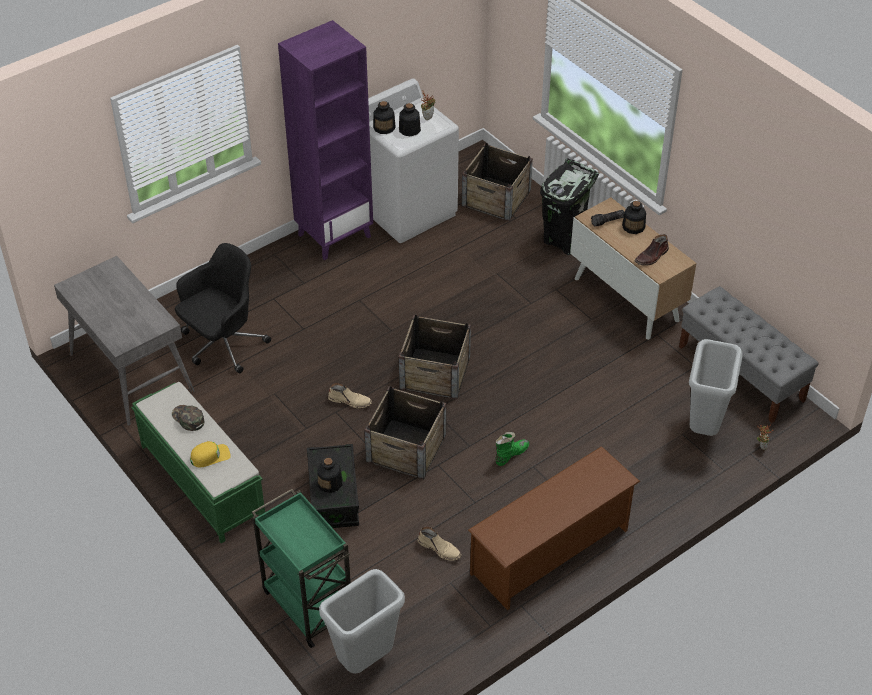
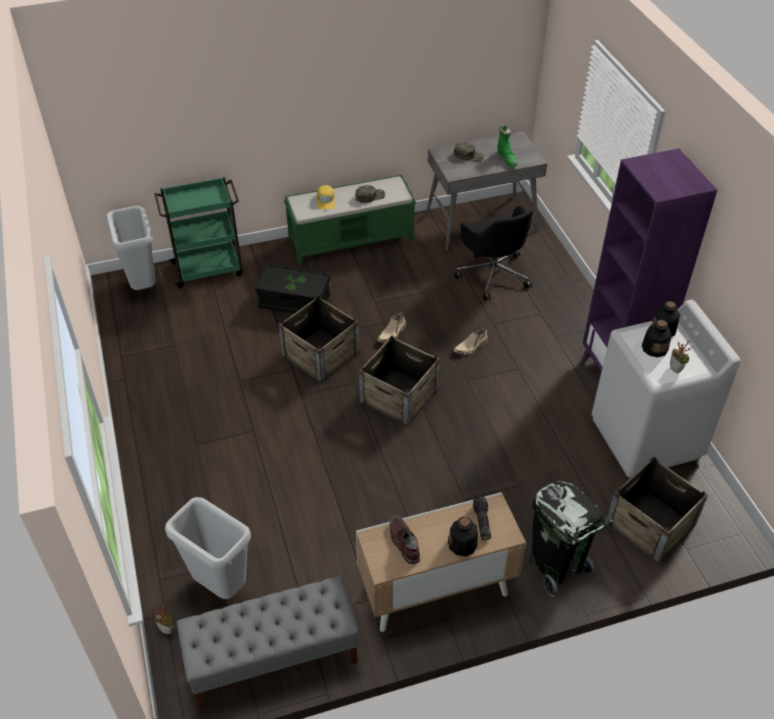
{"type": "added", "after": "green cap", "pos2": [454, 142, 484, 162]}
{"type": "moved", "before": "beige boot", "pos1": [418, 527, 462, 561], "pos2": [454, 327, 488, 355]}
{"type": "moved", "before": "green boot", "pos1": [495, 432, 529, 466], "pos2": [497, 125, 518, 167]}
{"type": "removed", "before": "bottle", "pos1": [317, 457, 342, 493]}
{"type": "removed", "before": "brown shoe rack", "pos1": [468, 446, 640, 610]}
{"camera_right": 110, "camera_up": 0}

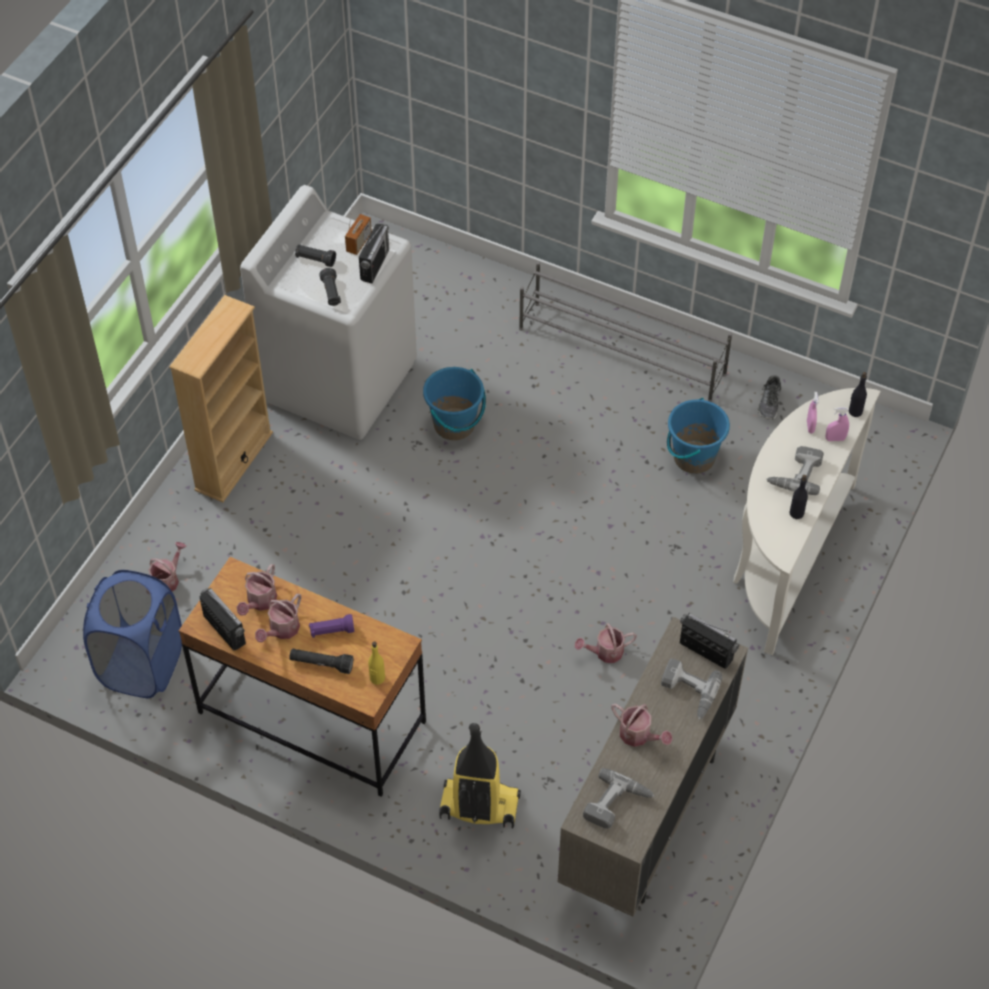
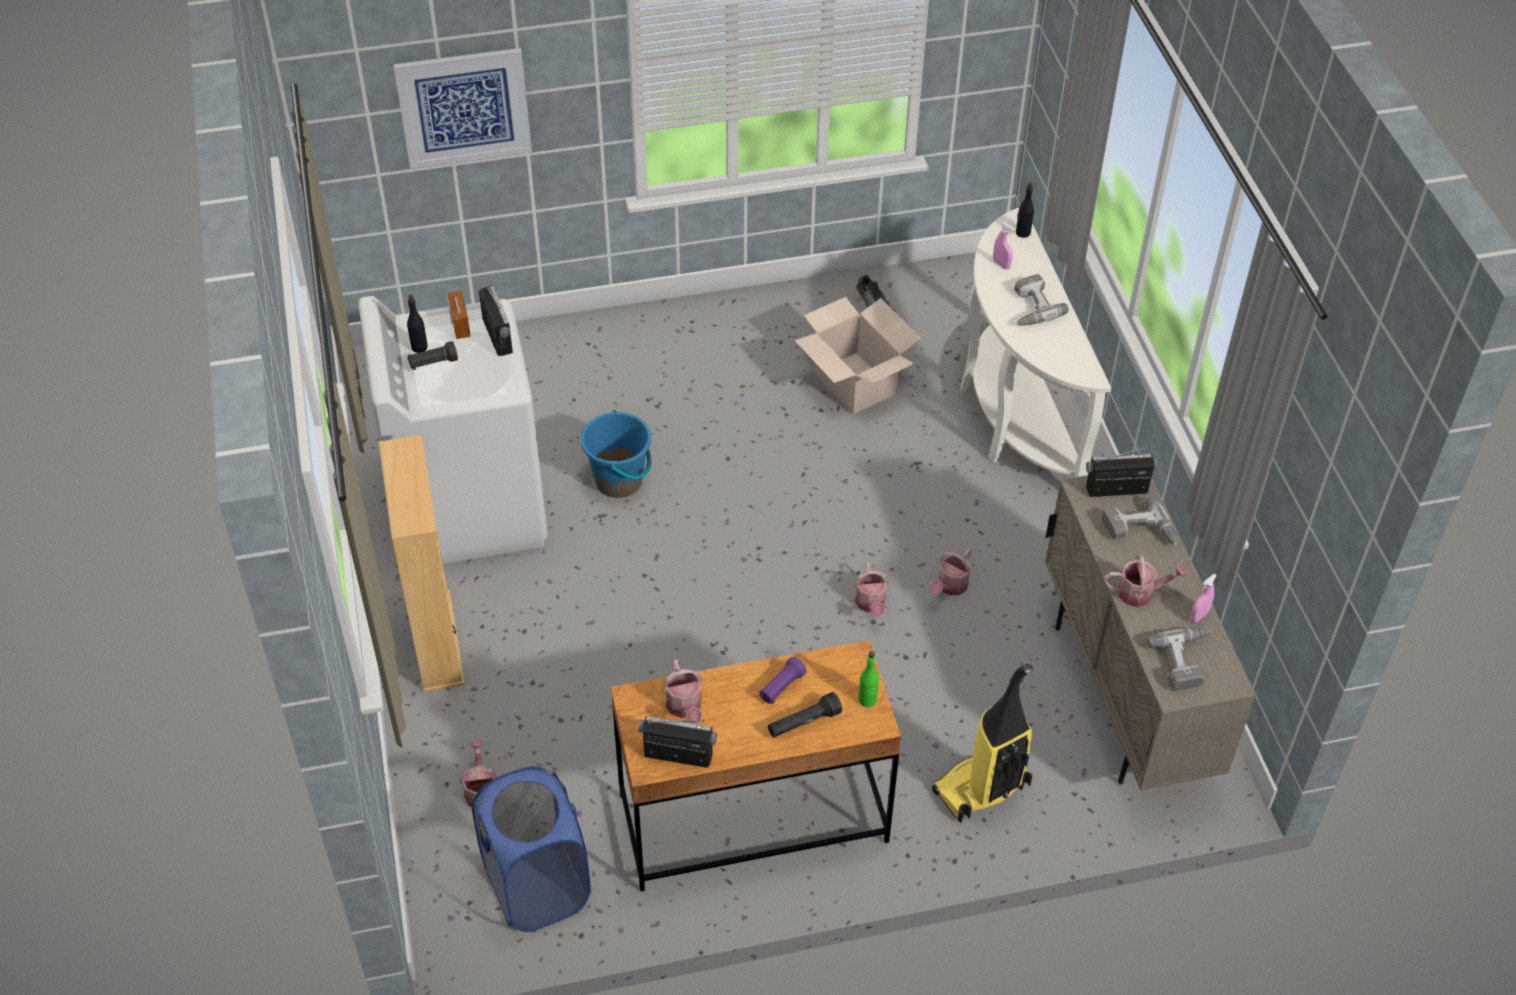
{"type": "added", "after": "picture", "pos2": [393, 48, 532, 169]}
{"type": "moved", "before": "black bottle", "pos1": [790, 475, 808, 519], "pos2": [407, 294, 428, 353]}
{"type": "replaced", "before": "blue bucket", "after": "cardboard box", "pos1": [667, 398, 730, 474], "pos2": [795, 297, 921, 414]}
{"type": "moved", "before": "watering can", "pos1": [255, 594, 301, 642], "pos2": [854, 563, 889, 617]}
{"type": "recoloured", "before": "yellow bottle", "after": "green bottle", "pos1": [368, 642, 385, 685], "pos2": [858, 651, 879, 707]}
{"type": "moved", "before": "pink spray bottle", "pos1": [826, 407, 849, 441], "pos2": [1190, 574, 1217, 623]}
{"type": "removed", "before": "black flashlight", "pos1": [319, 268, 341, 306]}
{"type": "removed", "before": "grey shoe rack", "pos1": [519, 261, 732, 402]}
{"camera_right": -40, "camera_up": -5}

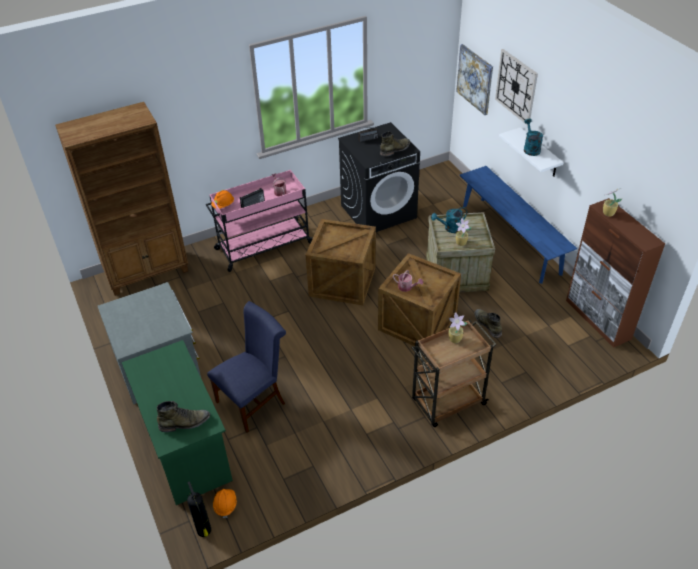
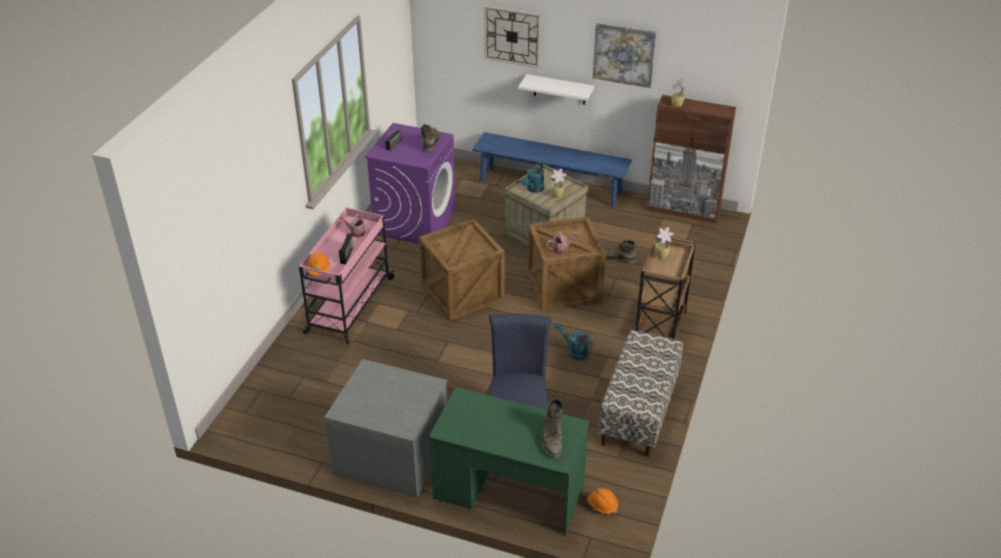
{"type": "recoloured", "before": "black washing machine", "after": "purple washing machine", "pos1": [338, 122, 420, 232], "pos2": [365, 123, 456, 244]}
{"type": "turned", "before": "green boot", "pos1": [157, 401, 210, 432], "pos2": [542, 398, 563, 457], "turn": 150}
{"type": "moved", "before": "turquoise watering can", "pos1": [524, 119, 543, 156], "pos2": [555, 322, 593, 360]}
{"type": "moved", "before": "picture", "pos1": [456, 44, 493, 115], "pos2": [593, 23, 656, 88]}
{"type": "added", "after": "bench", "pos2": [598, 330, 683, 457]}
{"type": "removed", "before": "brown bookcase", "pos1": [55, 102, 189, 296]}
{"type": "removed", "before": "fire extinguisher", "pos1": [187, 481, 211, 537]}
{"camera_right": -45, "camera_up": -5}

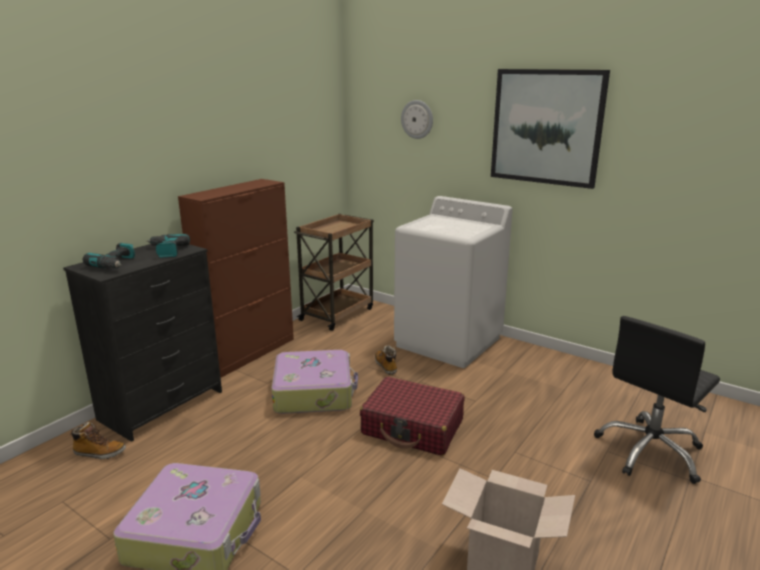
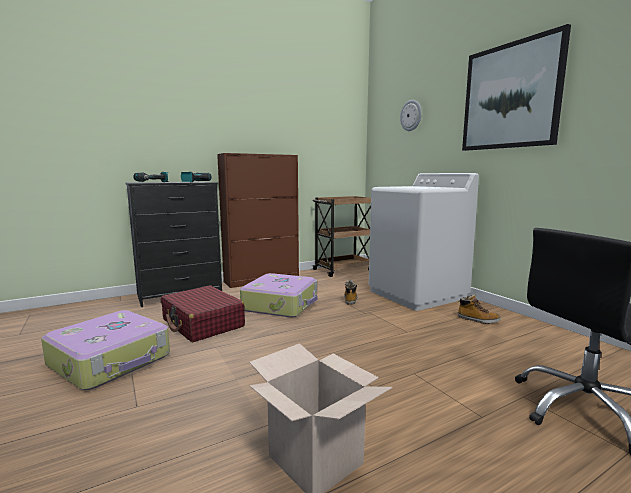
{"type": "moved", "before": "red suitcase", "pos1": [360, 377, 464, 456], "pos2": [161, 285, 245, 342]}
{"type": "moved", "before": "boot", "pos1": [70, 422, 126, 459], "pos2": [458, 294, 501, 324]}
{"camera_right": 25, "camera_up": -10}

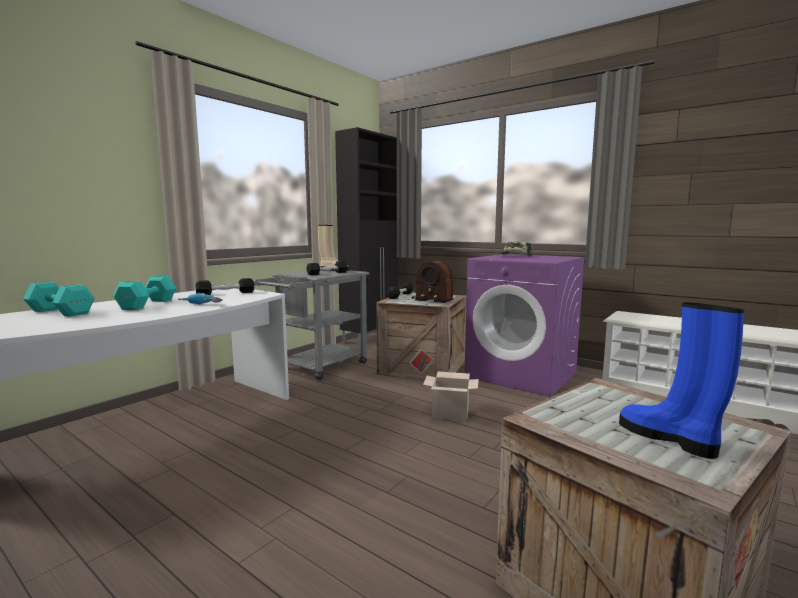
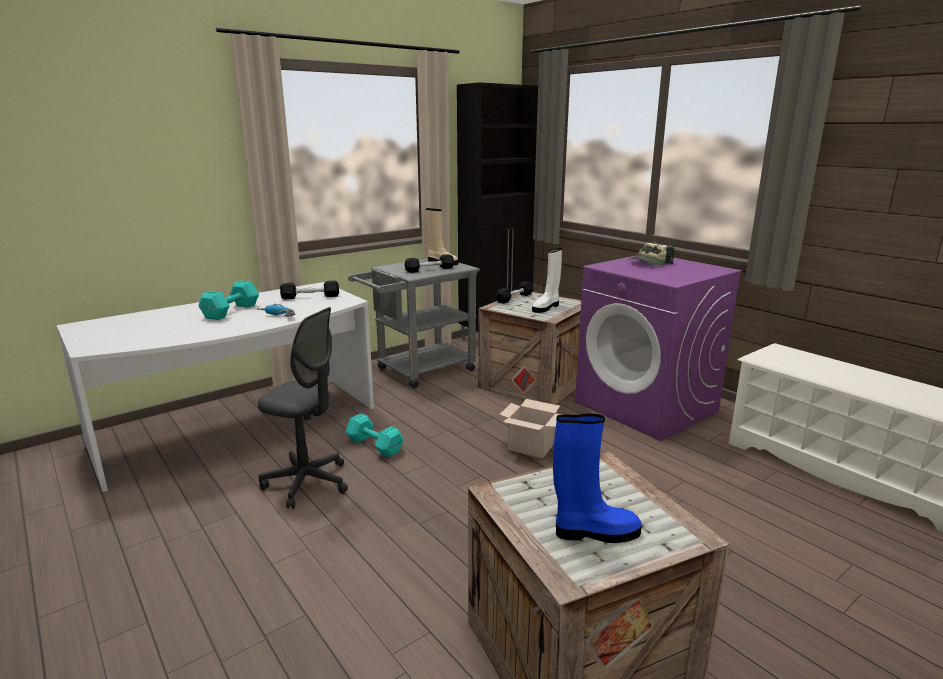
{"type": "added", "after": "grey office chair", "pos2": [258, 307, 348, 509]}
{"type": "moved", "before": "turquoise dumbbell", "pos1": [23, 282, 95, 317], "pos2": [346, 413, 404, 458]}
{"type": "replaced", "before": "radio", "after": "white boot", "pos1": [412, 261, 453, 303], "pos2": [532, 248, 562, 313]}
{"type": "turned", "before": "blue boot", "pos1": [619, 302, 745, 459], "pos2": [553, 413, 642, 543], "turn": 105}
{"camera_right": 15, "camera_up": 10}

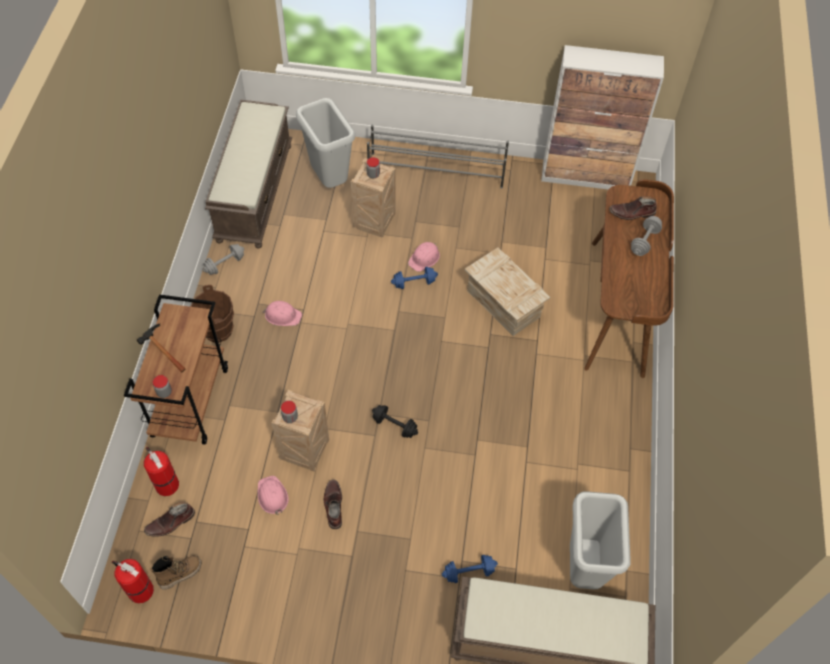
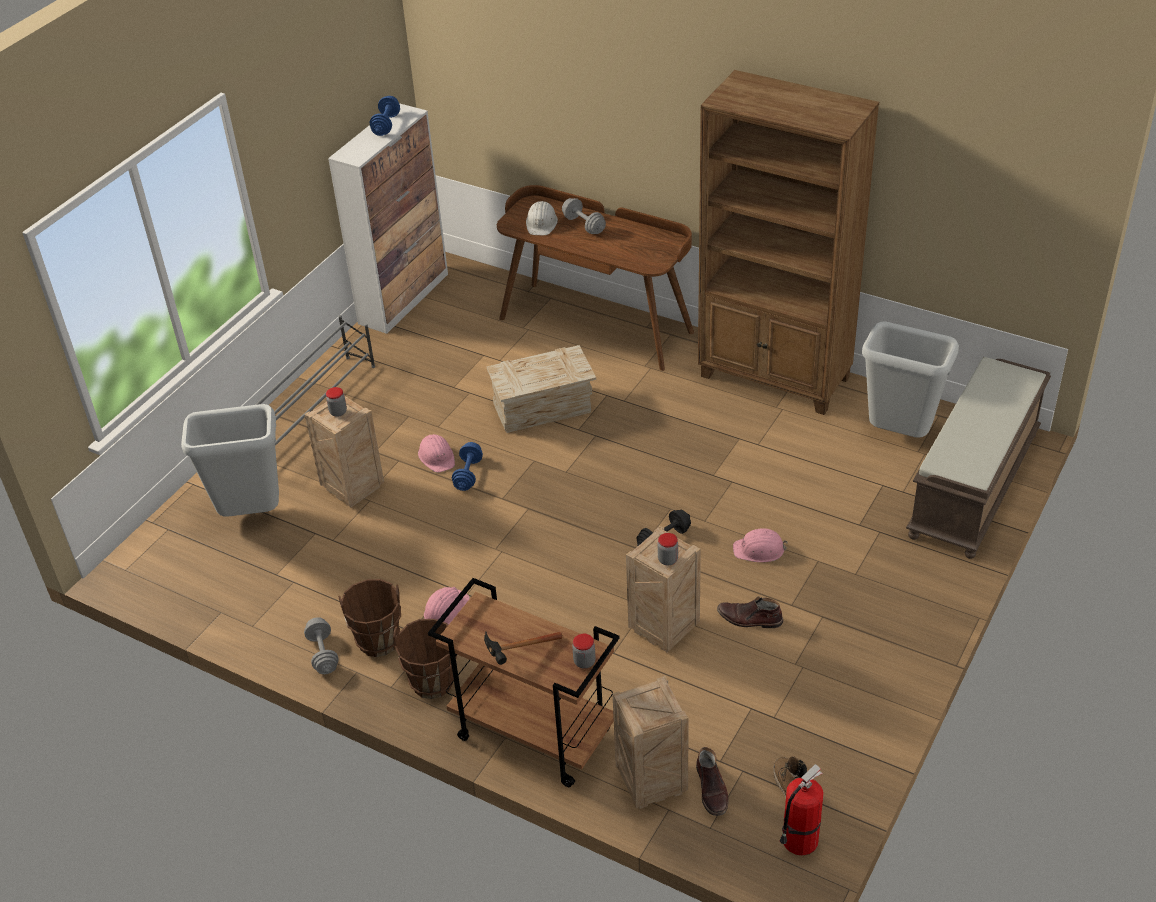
{"type": "added", "after": "brown bucket", "pos2": [338, 579, 401, 657]}
{"type": "moved", "before": "blue dumbbell", "pos1": [442, 555, 498, 583], "pos2": [370, 96, 400, 136]}
{"type": "replaced", "before": "brown boot", "after": "white hard hat", "pos1": [609, 196, 657, 220], "pos2": [526, 201, 558, 235]}
{"type": "replaced", "before": "fire extinguisher", "after": "crate", "pos1": [144, 447, 179, 496], "pos2": [612, 675, 689, 809]}
{"type": "added", "after": "brown bookcase", "pos2": [698, 70, 879, 415]}
{"type": "moved", "before": "pink hard hat", "pos1": [258, 476, 288, 515], "pos2": [733, 528, 788, 562]}
{"type": "removed", "before": "brown bench", "pos1": [205, 99, 292, 249]}
{"camera_right": -65, "camera_up": -15}

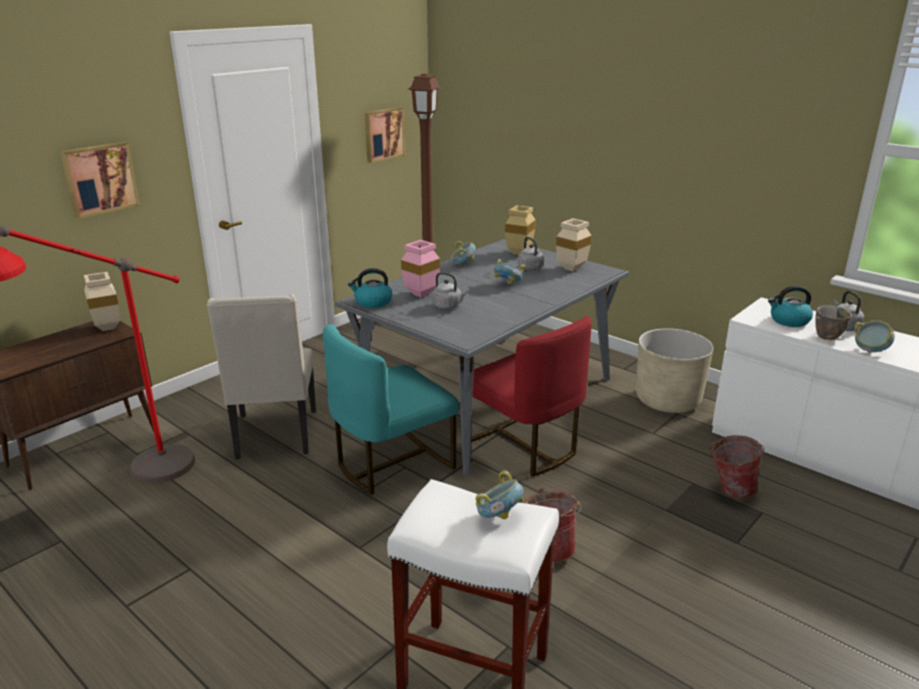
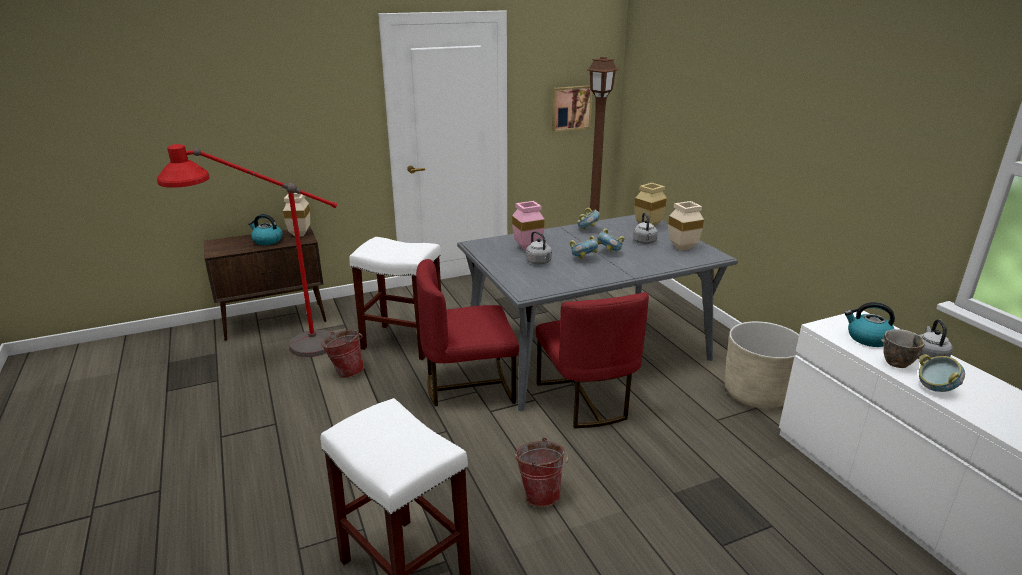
{"type": "moved", "before": "kettle", "pos1": [348, 268, 392, 308], "pos2": [248, 214, 282, 245]}
{"type": "moved", "before": "bucket", "pos1": [709, 435, 765, 499], "pos2": [321, 330, 365, 378]}
{"type": "replaced", "before": "beige chair", "after": "white stool", "pos1": [207, 294, 316, 459], "pos2": [349, 237, 441, 360]}
{"type": "recoloured", "before": "turquoise chair", "after": "red chair", "pos1": [323, 324, 459, 495], "pos2": [416, 259, 519, 406]}
{"type": "moved", "before": "bowl", "pos1": [476, 470, 524, 519], "pos2": [570, 236, 598, 259]}
{"type": "removed", "before": "picture", "pos1": [60, 142, 140, 219]}
{"camera_right": 25, "camera_up": 0}

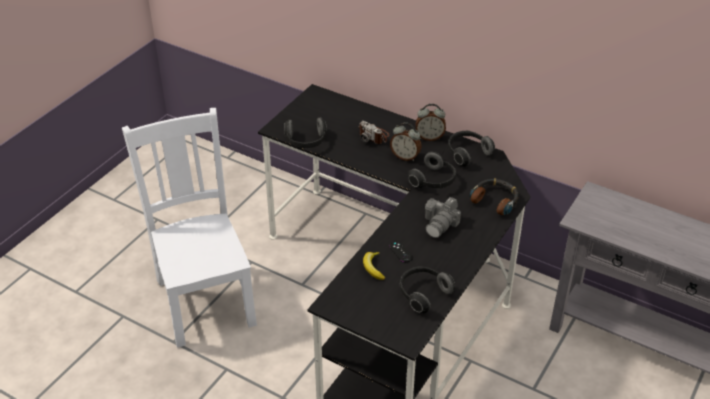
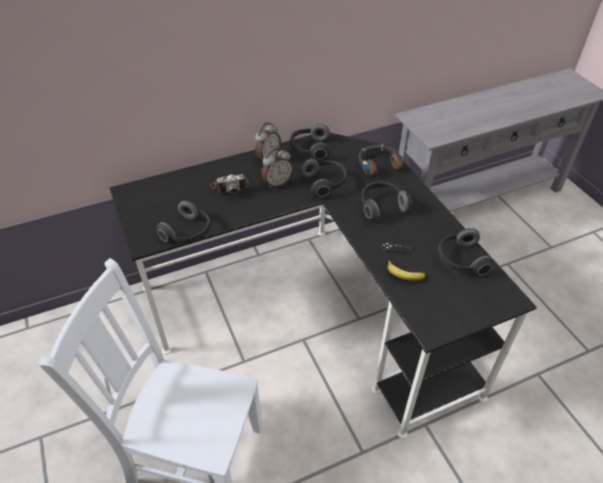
{"type": "replaced", "before": "photo camera", "after": "headphones", "pos1": [425, 197, 461, 238], "pos2": [362, 181, 411, 221]}
{"camera_right": -55, "camera_up": 5}

